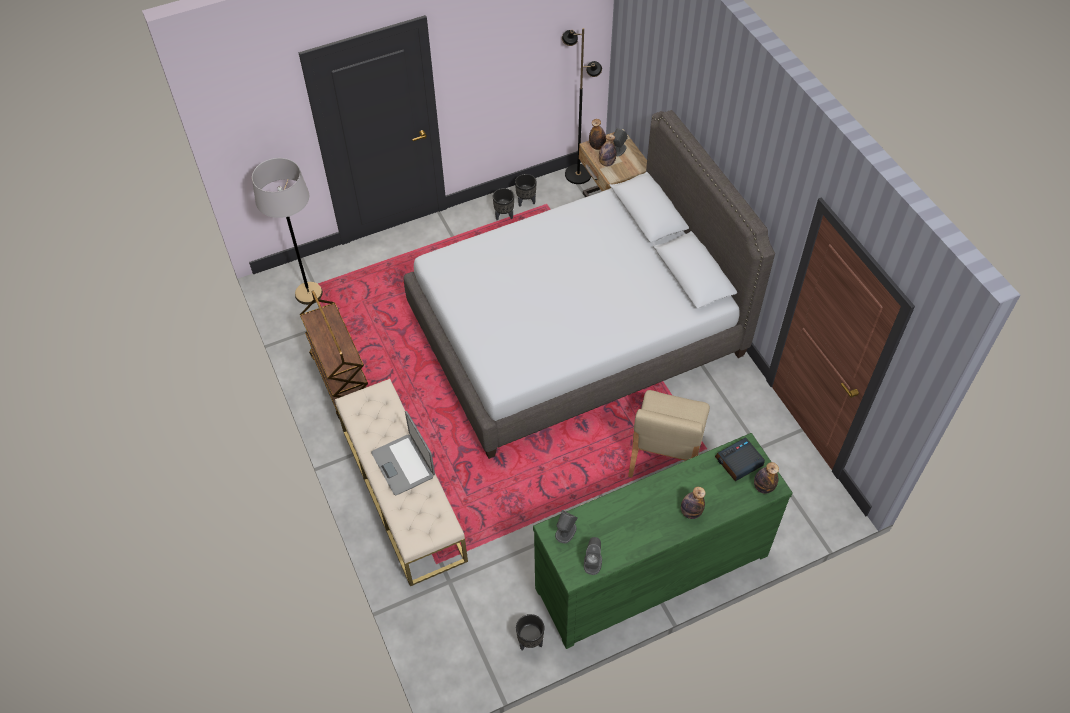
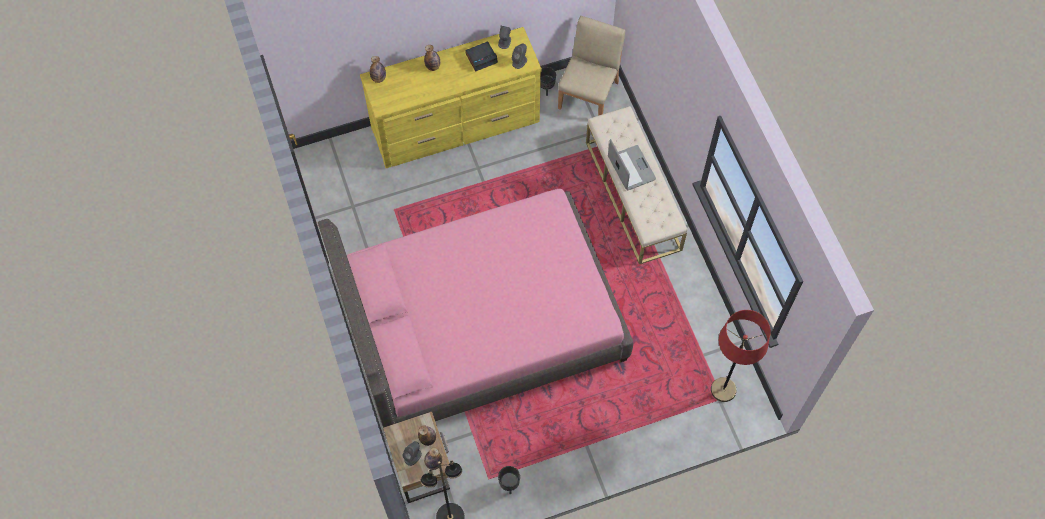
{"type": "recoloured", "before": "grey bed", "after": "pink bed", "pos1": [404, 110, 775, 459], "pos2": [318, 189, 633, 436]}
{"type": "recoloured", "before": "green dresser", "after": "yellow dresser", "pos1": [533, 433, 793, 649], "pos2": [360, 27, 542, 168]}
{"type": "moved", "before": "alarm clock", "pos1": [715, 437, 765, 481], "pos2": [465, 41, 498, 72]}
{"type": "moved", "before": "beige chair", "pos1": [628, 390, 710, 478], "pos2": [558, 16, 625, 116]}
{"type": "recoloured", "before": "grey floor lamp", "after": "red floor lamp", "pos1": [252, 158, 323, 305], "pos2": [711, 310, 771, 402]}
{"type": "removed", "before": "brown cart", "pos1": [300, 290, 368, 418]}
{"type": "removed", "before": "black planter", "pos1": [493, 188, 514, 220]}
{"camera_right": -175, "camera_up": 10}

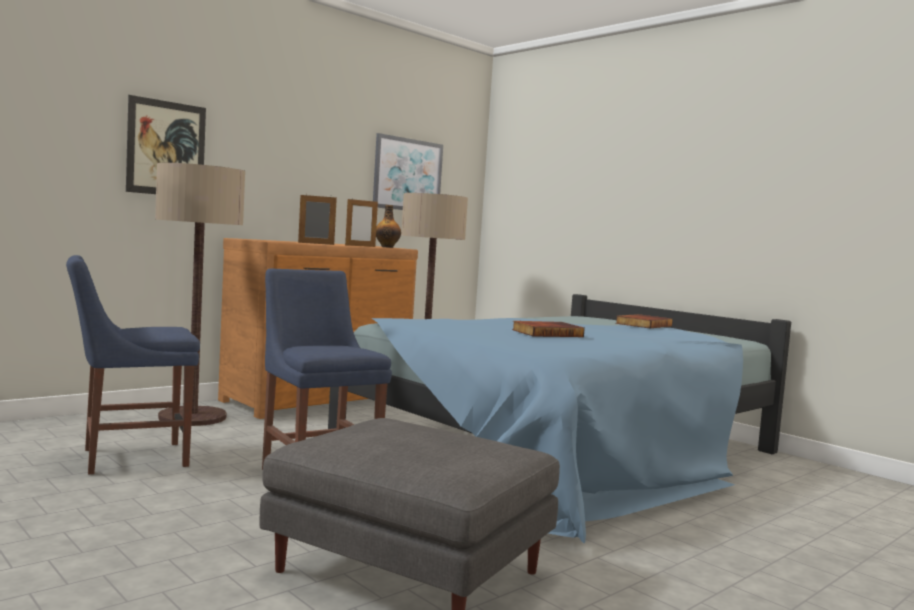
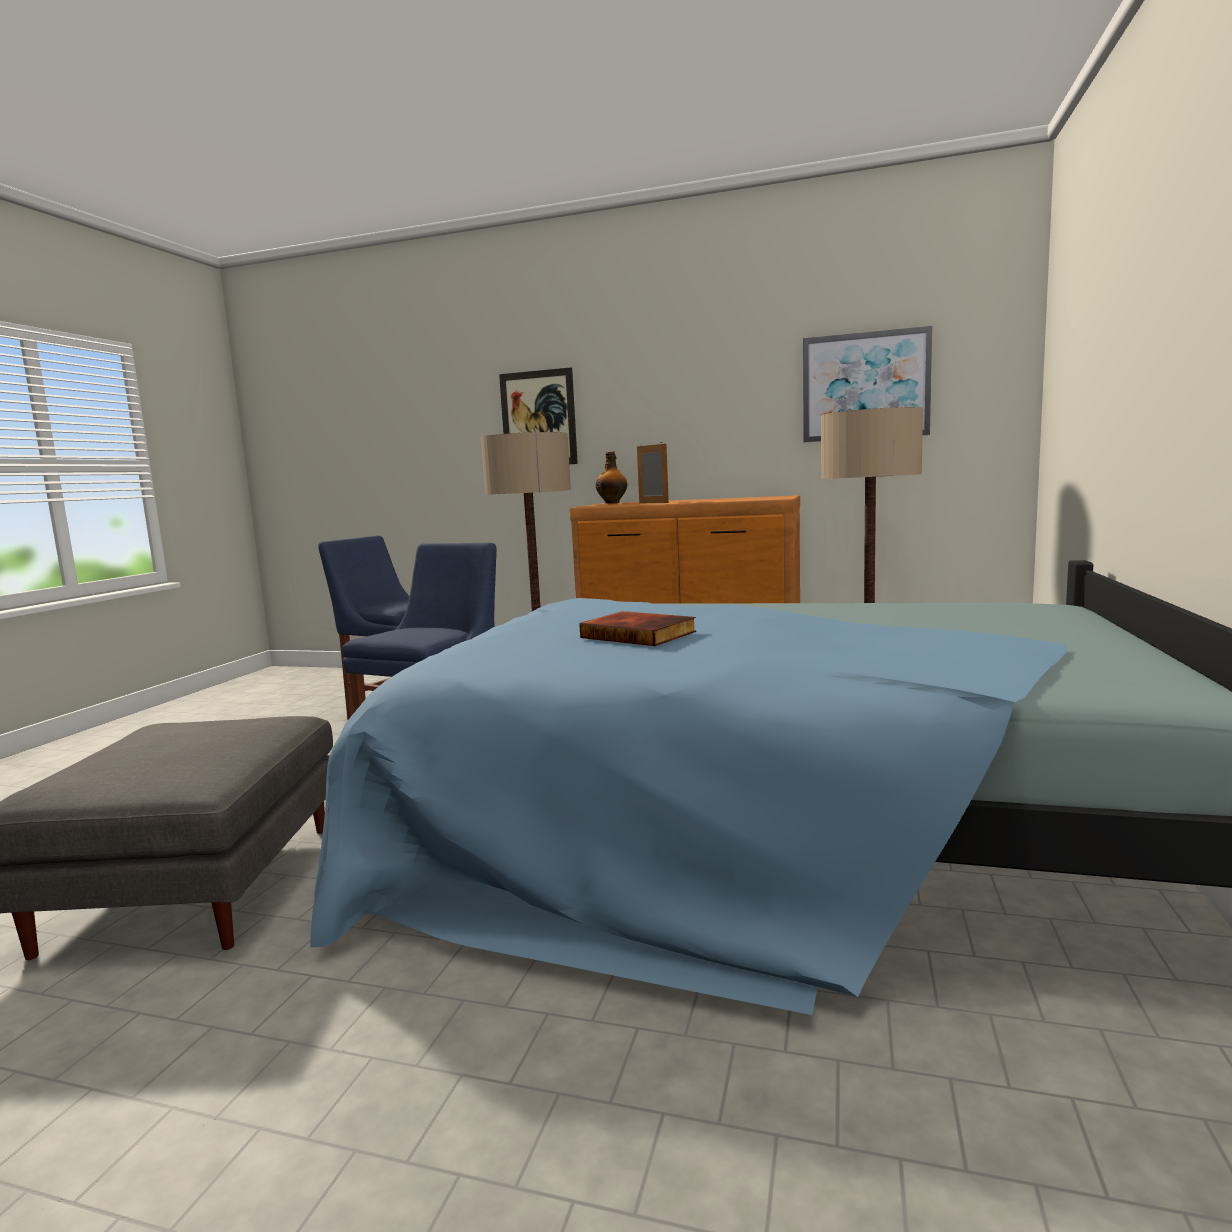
{"type": "moved", "before": "bottle", "pos1": [376, 205, 401, 248], "pos2": [596, 451, 627, 504]}
{"type": "removed", "before": "picture frame", "pos1": [345, 199, 378, 247]}
{"type": "removed", "before": "book", "pos1": [615, 314, 673, 329]}
{"camera_right": 60, "camera_up": 5}

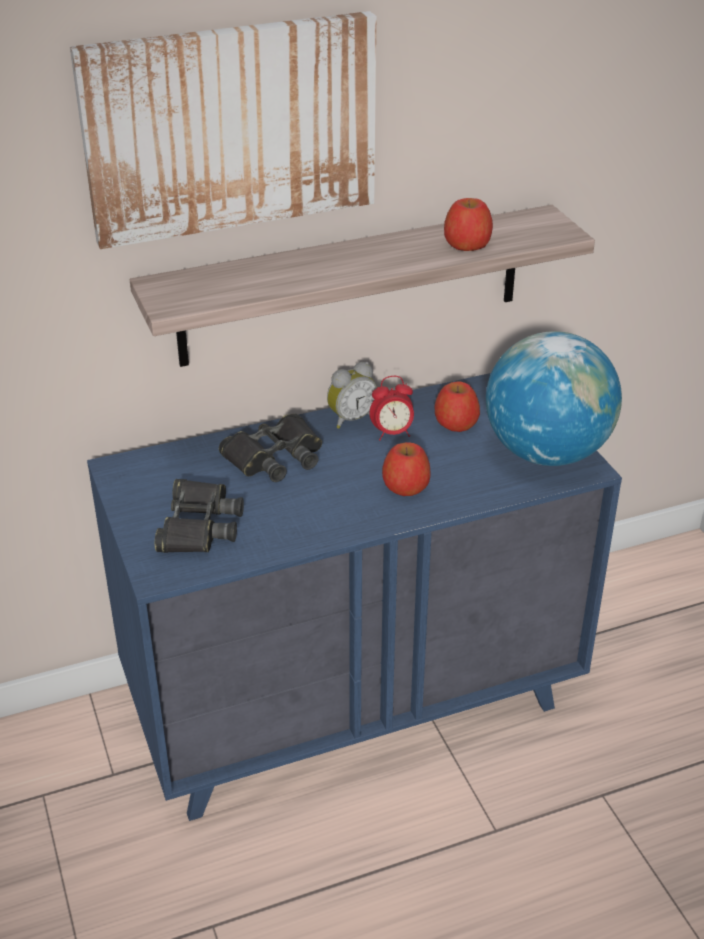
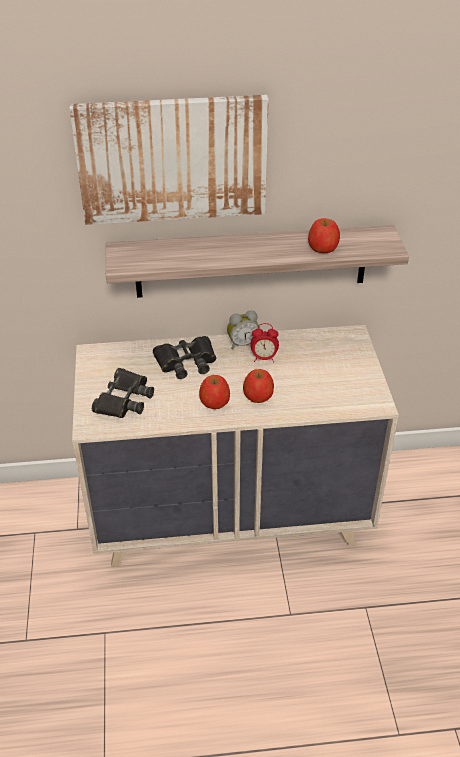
{"type": "recoloured", "before": "blue dresser", "after": "beige dresser", "pos1": [87, 373, 622, 821], "pos2": [72, 325, 399, 567]}
{"type": "moved", "before": "apple", "pos1": [435, 381, 480, 432], "pos2": [199, 375, 230, 409]}
{"type": "removed", "before": "globe", "pos1": [486, 331, 622, 466]}
{"camera_right": 15, "camera_up": 5}

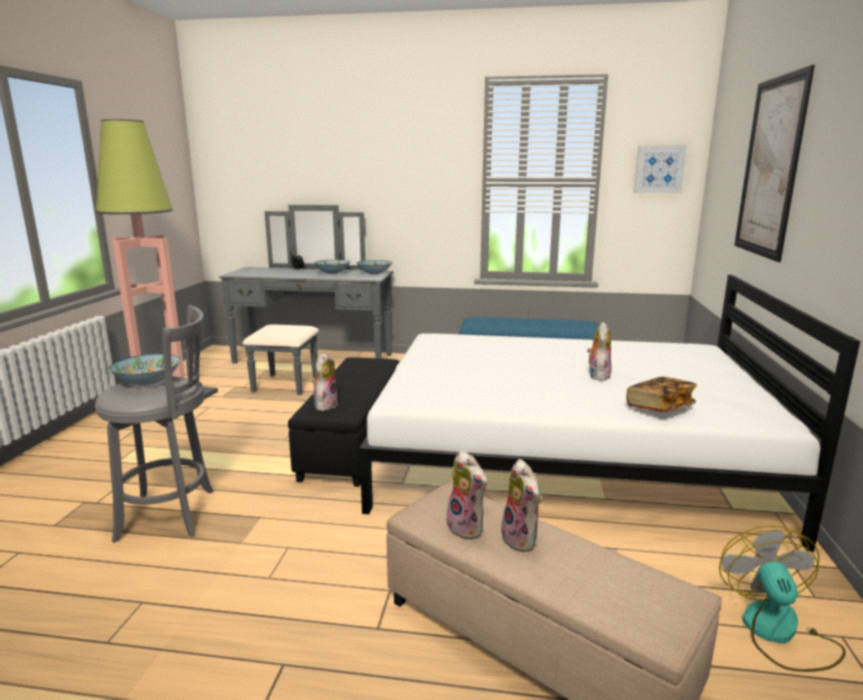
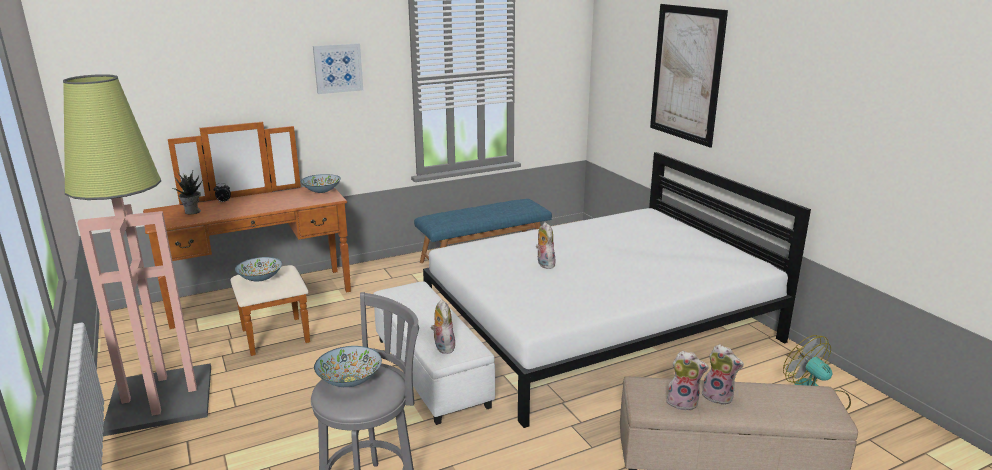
{"type": "recoloured", "before": "grey dresser", "after": "brown dresser", "pos1": [219, 205, 393, 395], "pos2": [143, 122, 351, 356]}
{"type": "added", "after": "potted plant", "pos2": [171, 171, 202, 214]}
{"type": "moved", "before": "bowl", "pos1": [314, 260, 350, 274], "pos2": [235, 257, 282, 282]}
{"type": "moved", "before": "picture", "pos1": [634, 145, 687, 193], "pos2": [313, 43, 363, 94]}
{"type": "recoloured", "before": "black ottoman", "after": "white ottoman", "pos1": [288, 357, 400, 487], "pos2": [373, 281, 495, 425]}
{"type": "moved", "before": "plush toy", "pos1": [587, 322, 612, 381], "pos2": [536, 222, 556, 269]}
{"type": "removed", "before": "book", "pos1": [626, 377, 697, 413]}
{"camera_right": -35, "camera_up": 5}

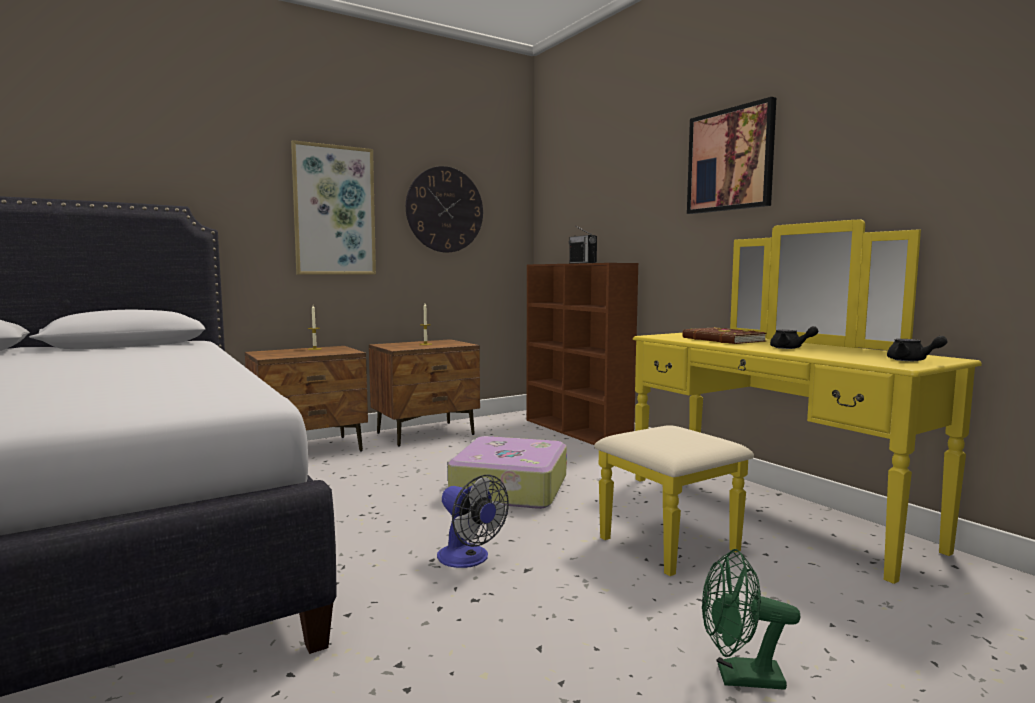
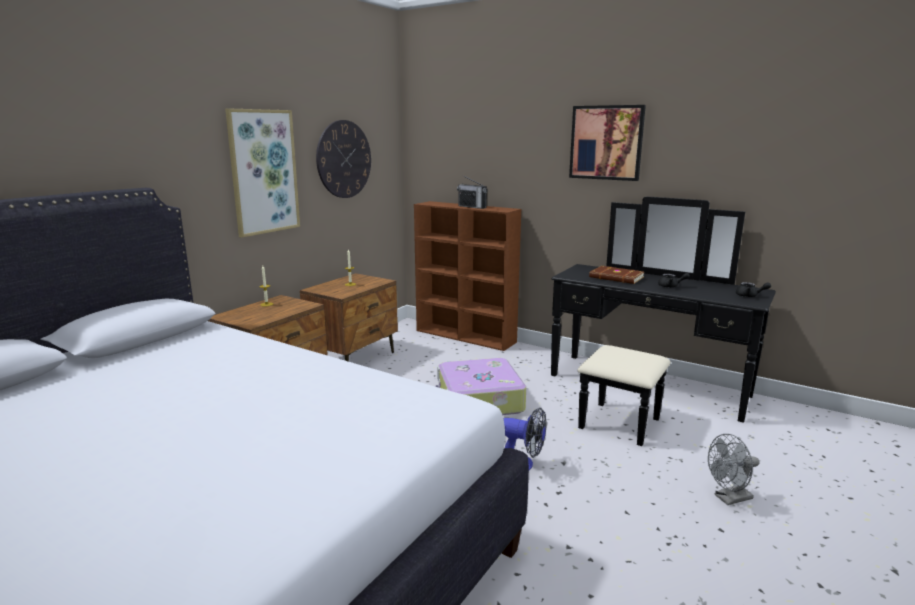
{"type": "recoloured", "before": "yellow dresser", "after": "black dresser", "pos1": [594, 219, 982, 584], "pos2": [551, 197, 776, 446]}
{"type": "recoloured", "before": "green fan", "after": "grey fan", "pos1": [702, 549, 800, 690], "pos2": [708, 434, 760, 505]}
{"camera_right": -25, "camera_up": 10}

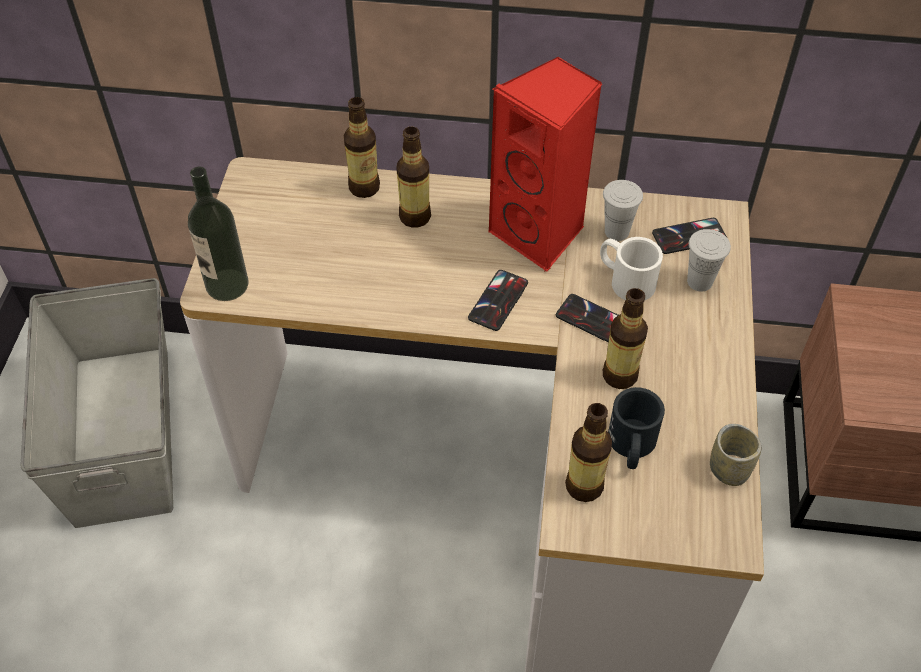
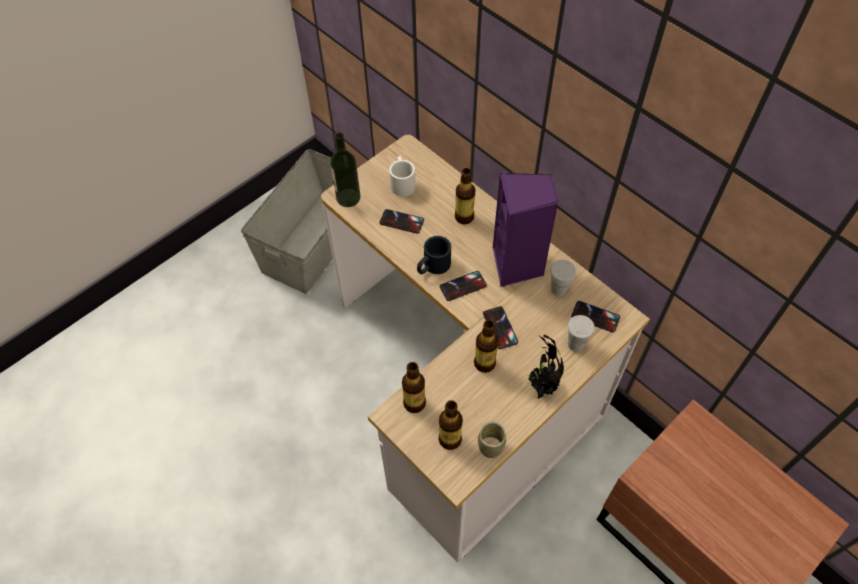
{"type": "added", "after": "phone", "pos2": [379, 209, 424, 233]}
{"type": "moved", "before": "white mug", "pos1": [600, 237, 663, 300], "pos2": [389, 156, 416, 197]}
{"type": "moved", "before": "black mug", "pos1": [608, 387, 665, 469], "pos2": [417, 236, 451, 274]}
{"type": "moved", "before": "bottle", "pos1": [343, 97, 380, 198], "pos2": [438, 400, 463, 450]}
{"type": "recoloured", "before": "red speaker", "after": "purple speaker", "pos1": [489, 57, 602, 272], "pos2": [493, 172, 559, 287]}
{"type": "added", "after": "potted plant", "pos2": [526, 335, 564, 399]}
{"camera_right": 40, "camera_up": 5}

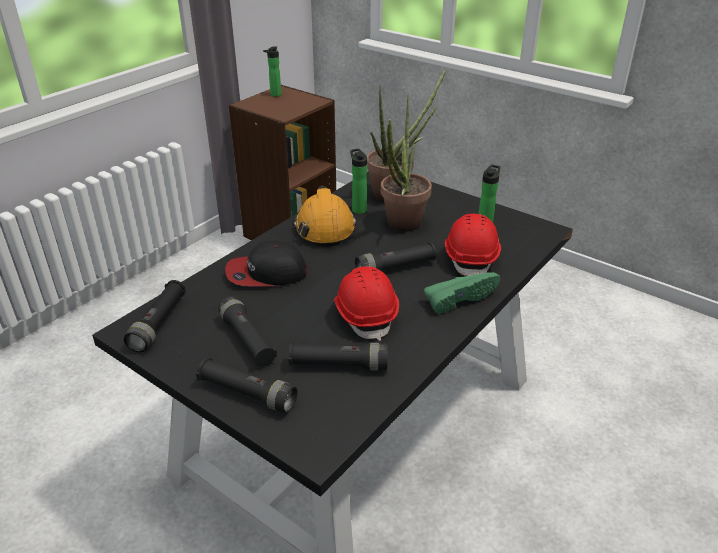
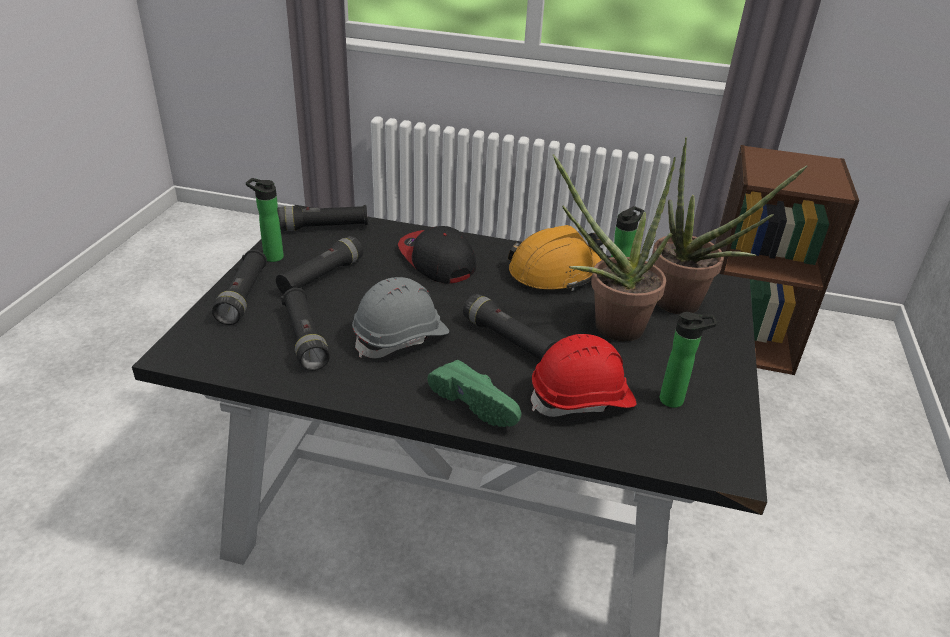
{"type": "moved", "before": "bottle", "pos1": [263, 46, 281, 97], "pos2": [246, 178, 284, 262]}
{"type": "recoloured", "before": "red hard hat", "after": "grey hard hat", "pos1": [334, 266, 399, 341], "pos2": [352, 277, 449, 358]}
{"camera_right": 65, "camera_up": 0}

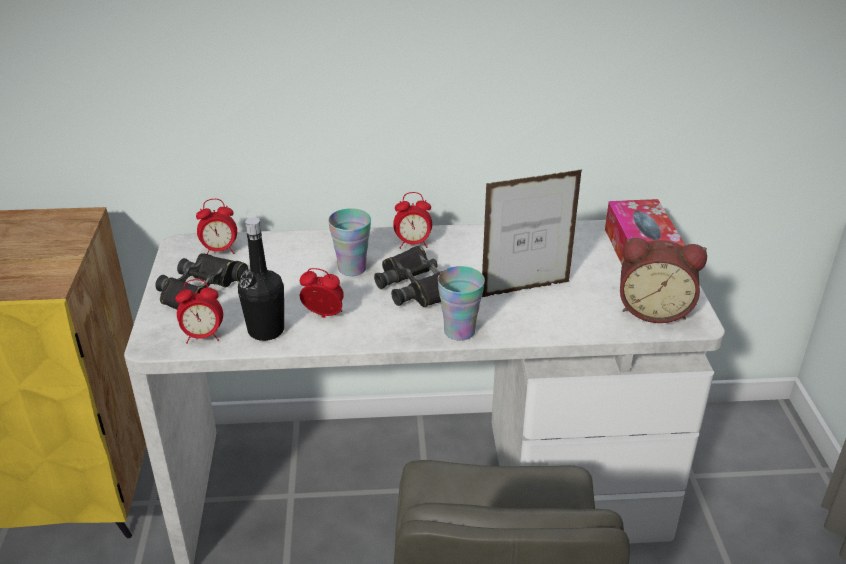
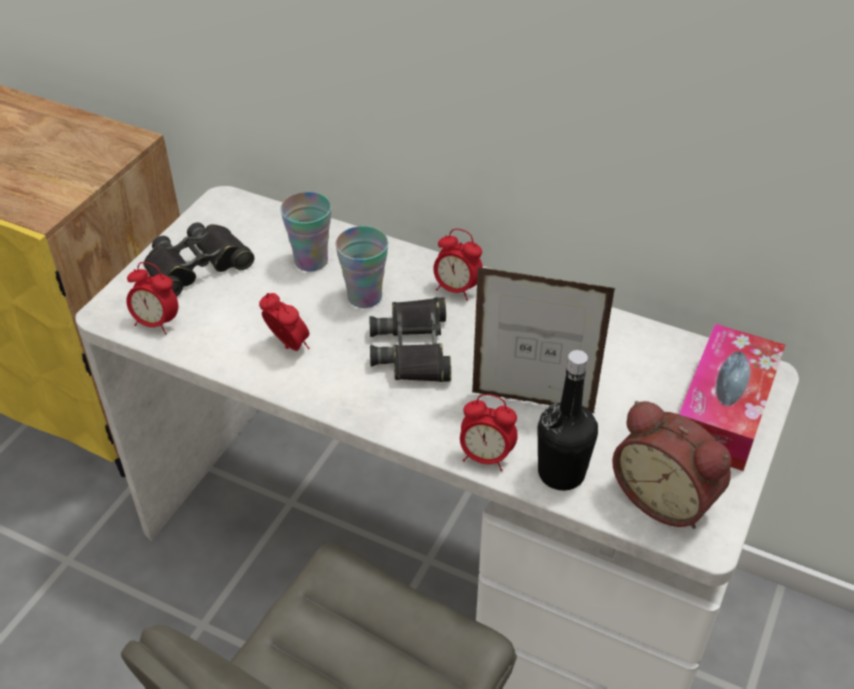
{"type": "moved", "before": "cup", "pos1": [438, 266, 485, 341], "pos2": [280, 192, 331, 272]}
{"type": "moved", "before": "alarm clock", "pos1": [196, 199, 237, 254], "pos2": [460, 394, 518, 471]}
{"type": "moved", "before": "black bottle", "pos1": [238, 217, 284, 341], "pos2": [538, 350, 598, 491]}
{"camera_right": 30, "camera_up": 10}

